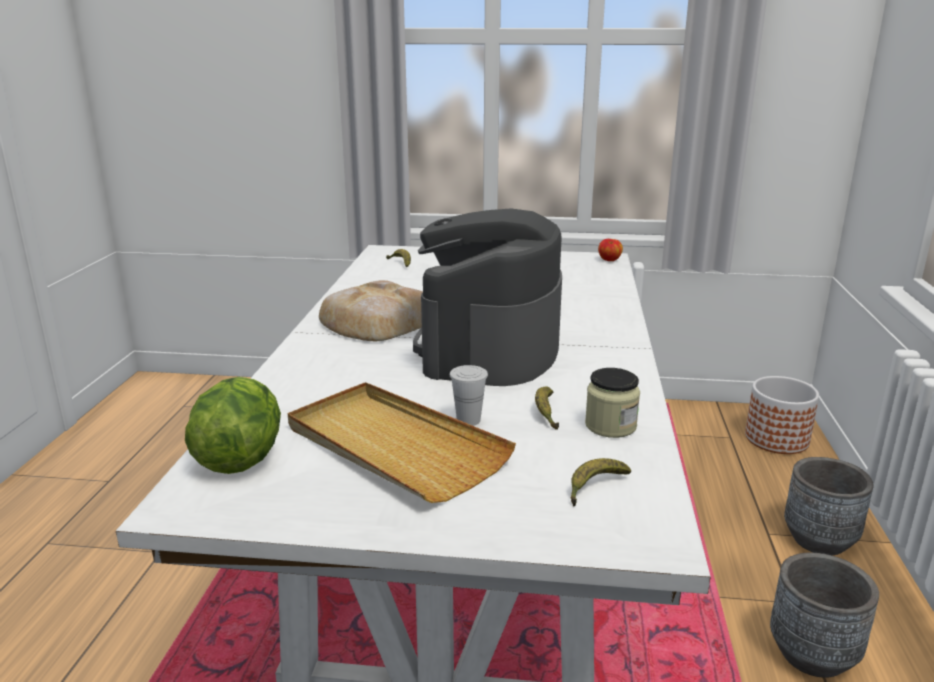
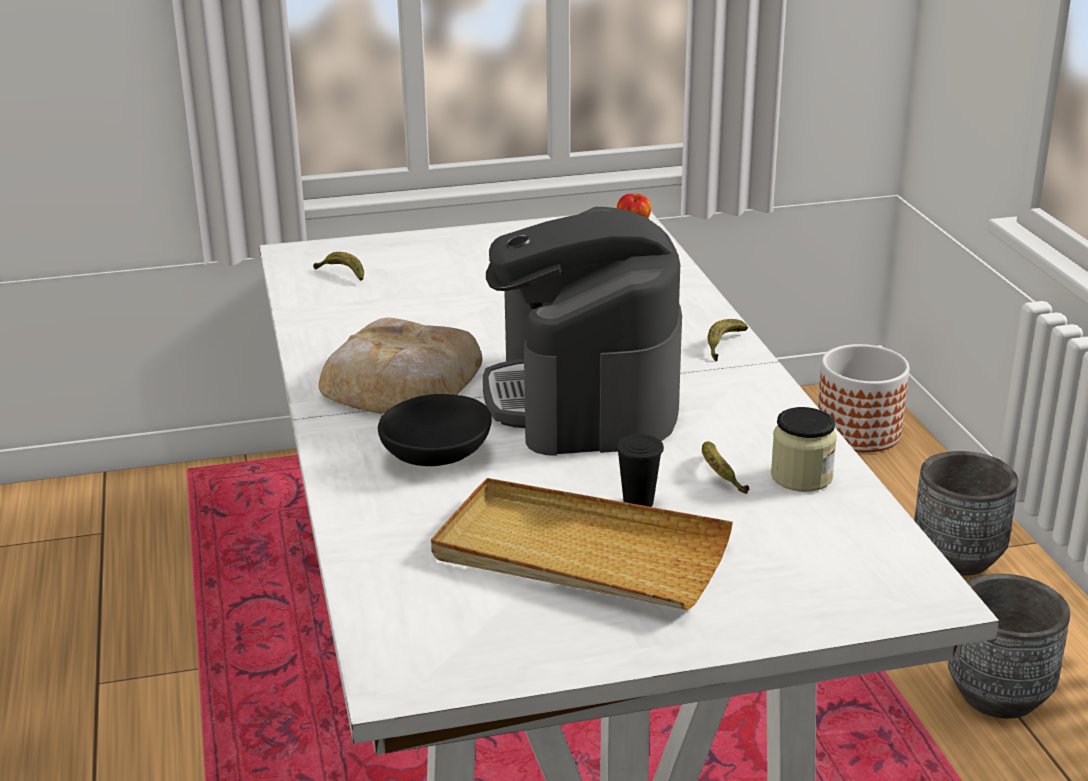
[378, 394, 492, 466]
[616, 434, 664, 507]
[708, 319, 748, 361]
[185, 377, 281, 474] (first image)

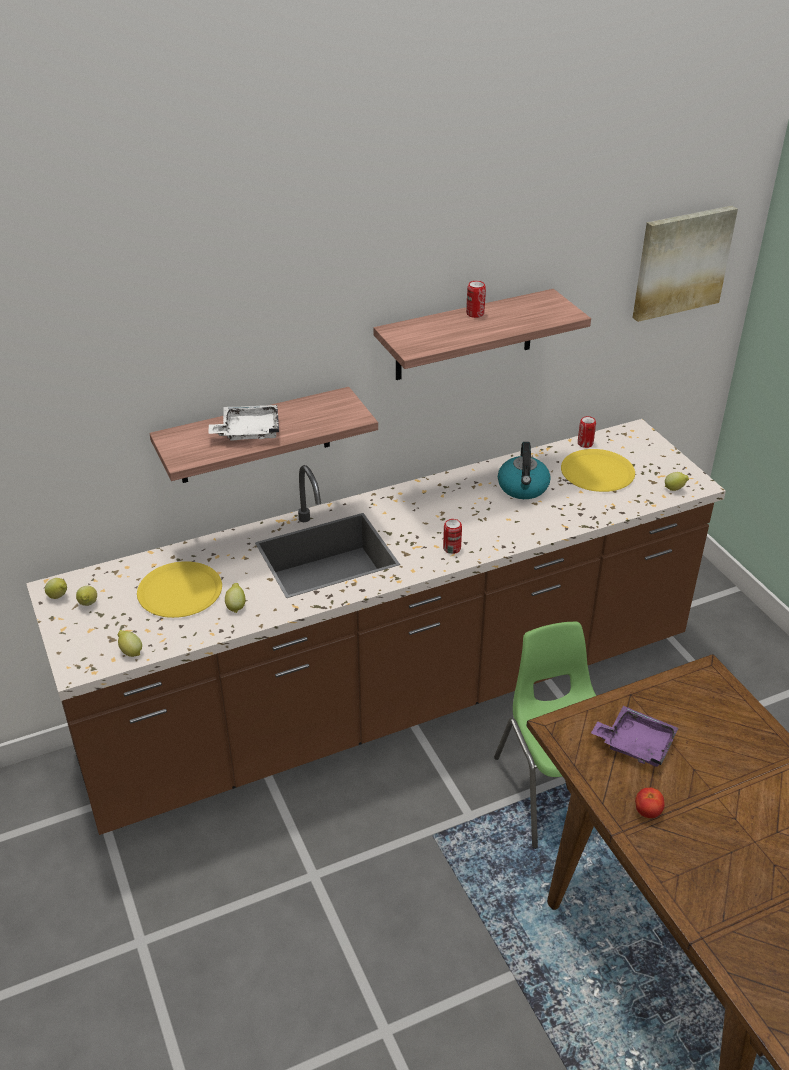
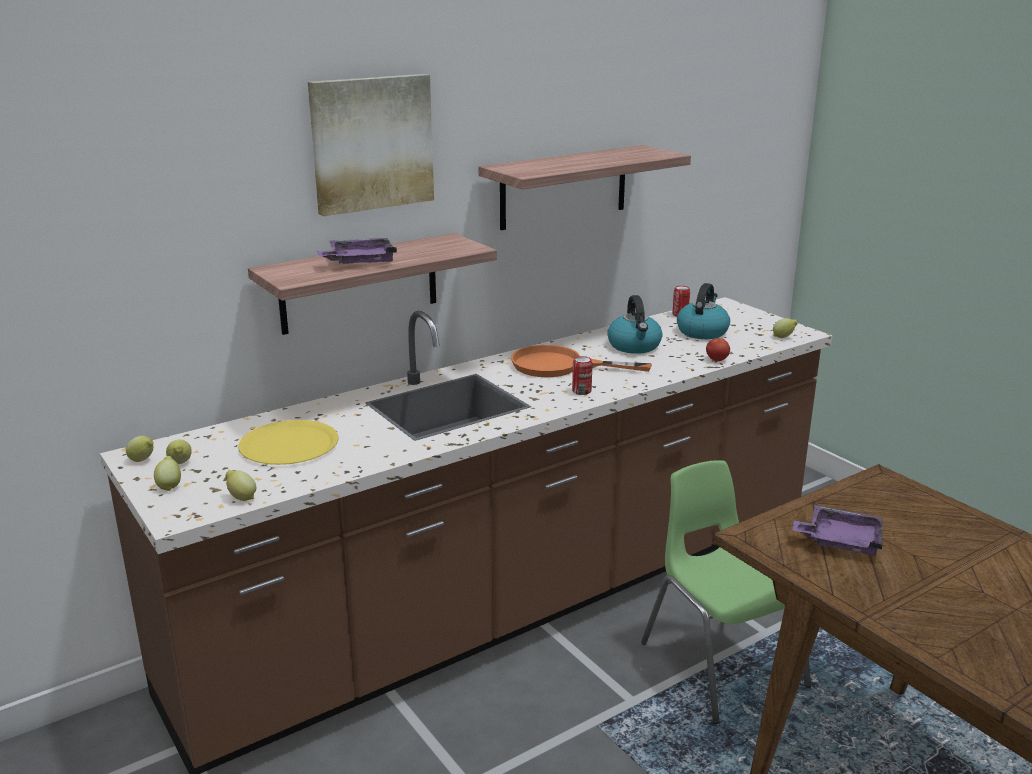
[154, 456, 181, 491]
[308, 74, 434, 216]
[317, 238, 397, 264]
[511, 345, 652, 377]
[677, 283, 730, 339]
[706, 338, 730, 361]
[466, 281, 486, 318] (first image)

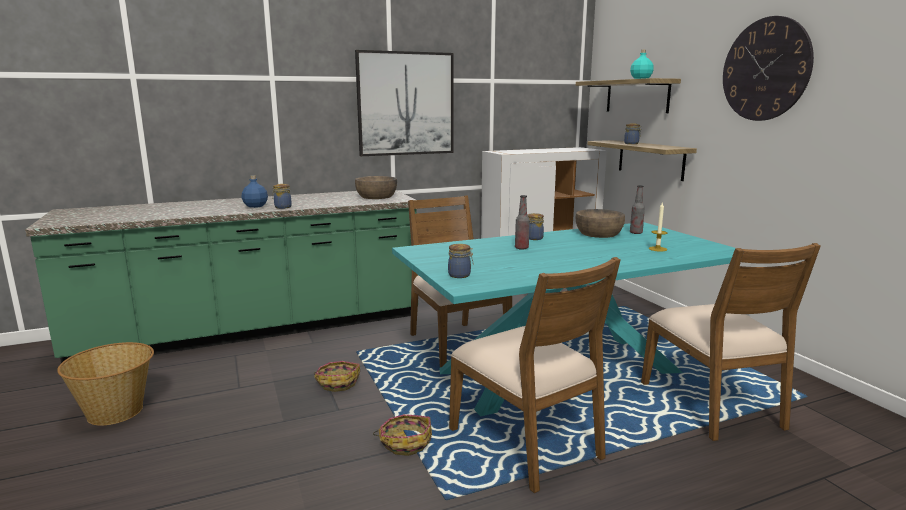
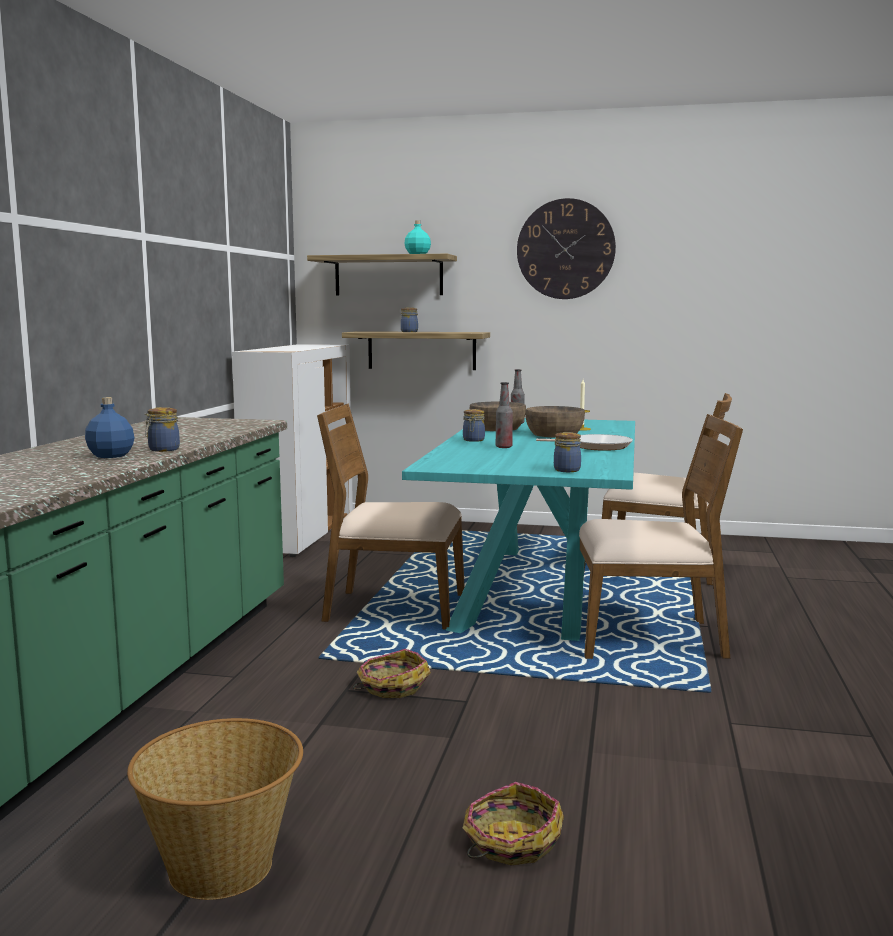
[462, 782, 564, 865]
[525, 406, 585, 438]
[536, 434, 633, 451]
[355, 50, 453, 156] (first image)

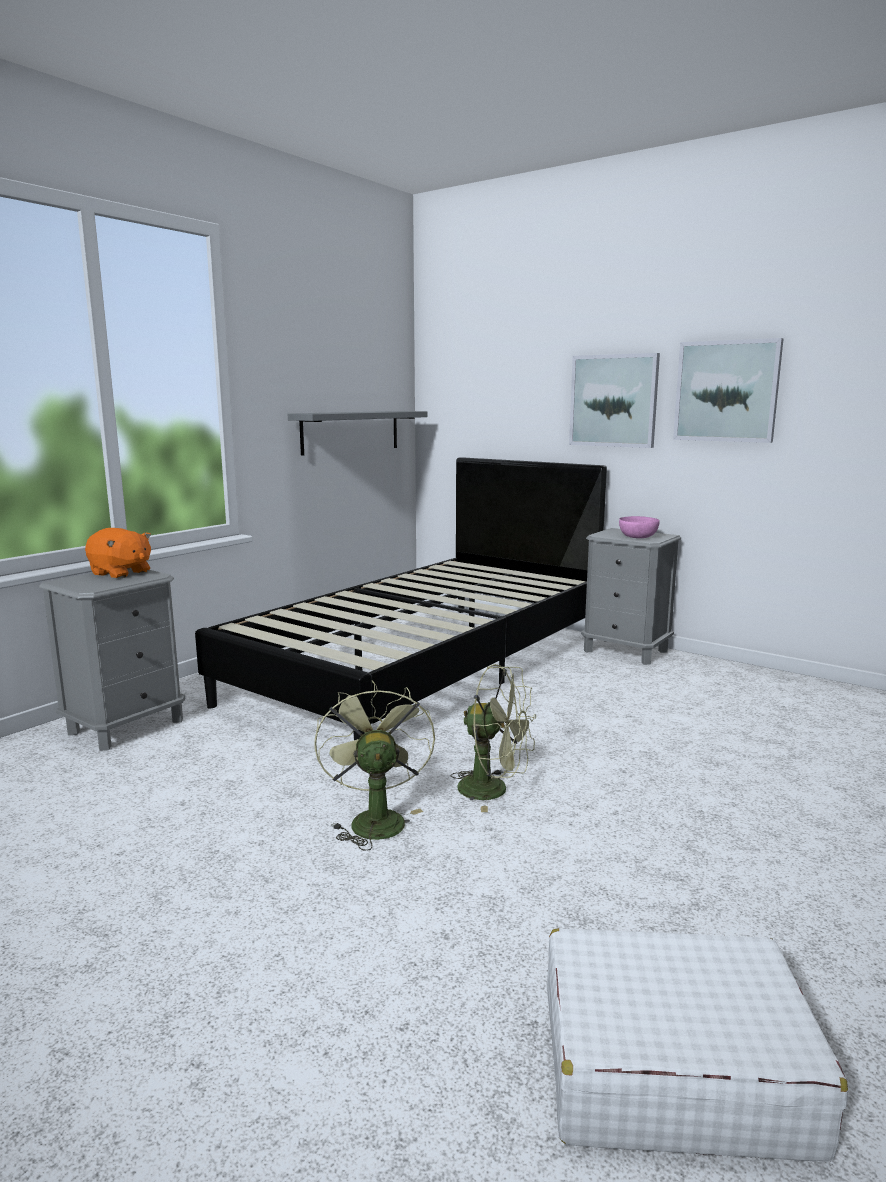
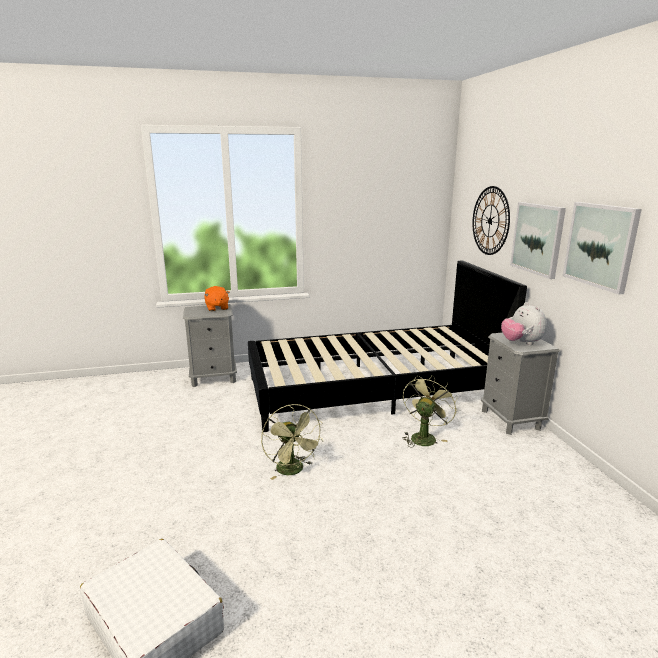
[402, 375, 458, 448]
[472, 186, 510, 255]
[501, 302, 547, 345]
[288, 411, 428, 456] (first image)

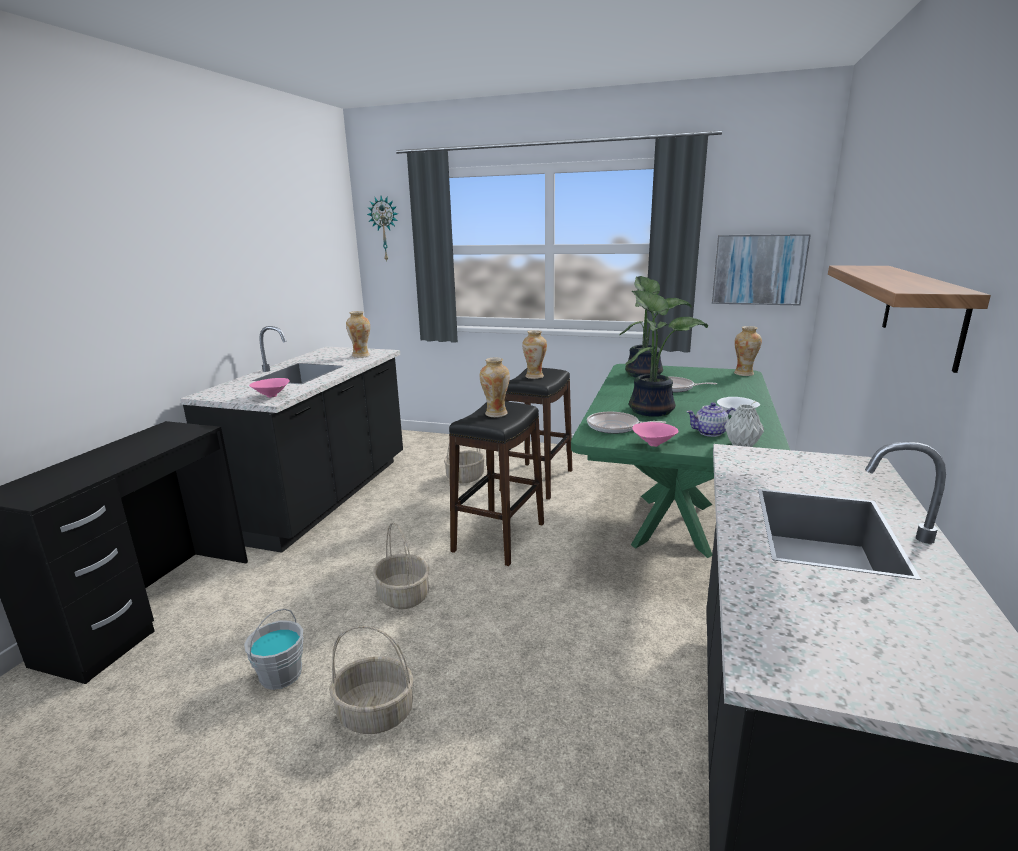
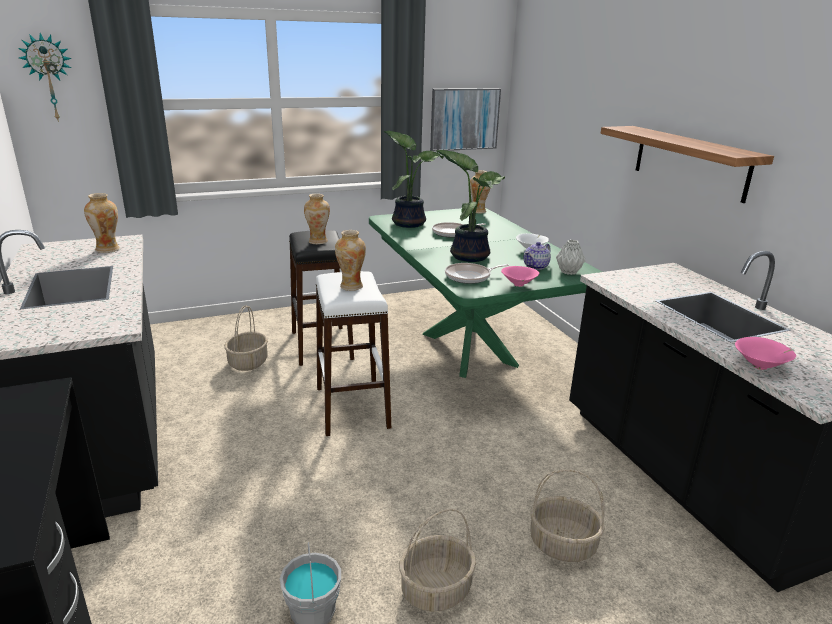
[316, 271, 391, 436]
[530, 470, 605, 562]
[735, 337, 796, 370]

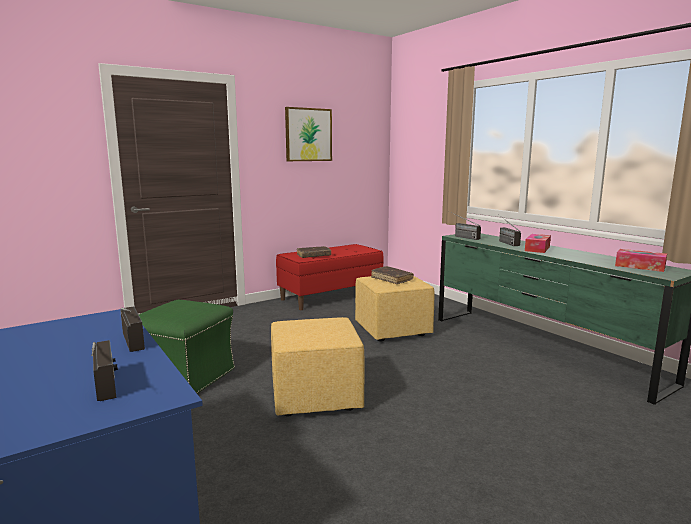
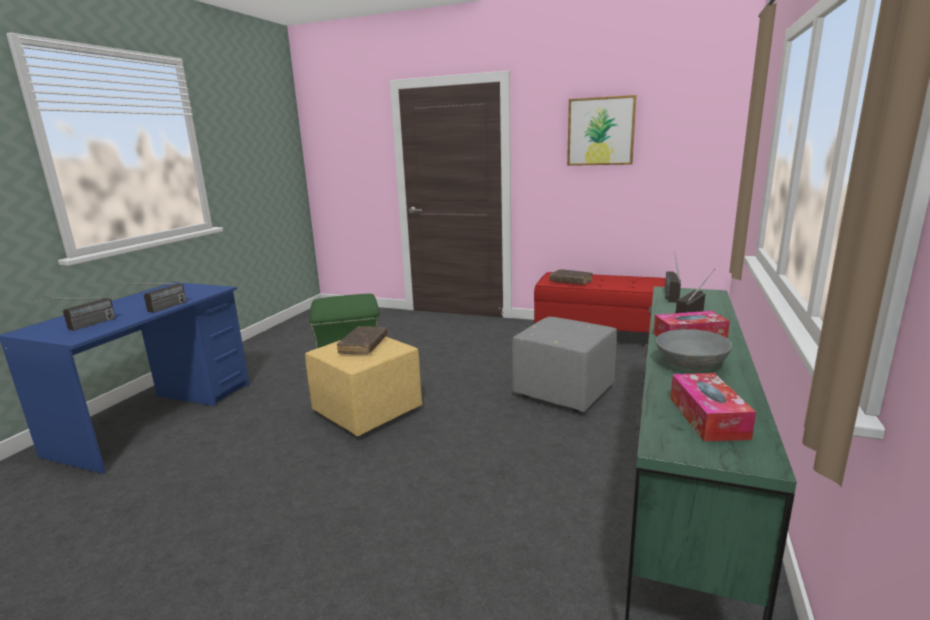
[337, 327, 387, 354]
[512, 317, 617, 412]
[656, 329, 733, 370]

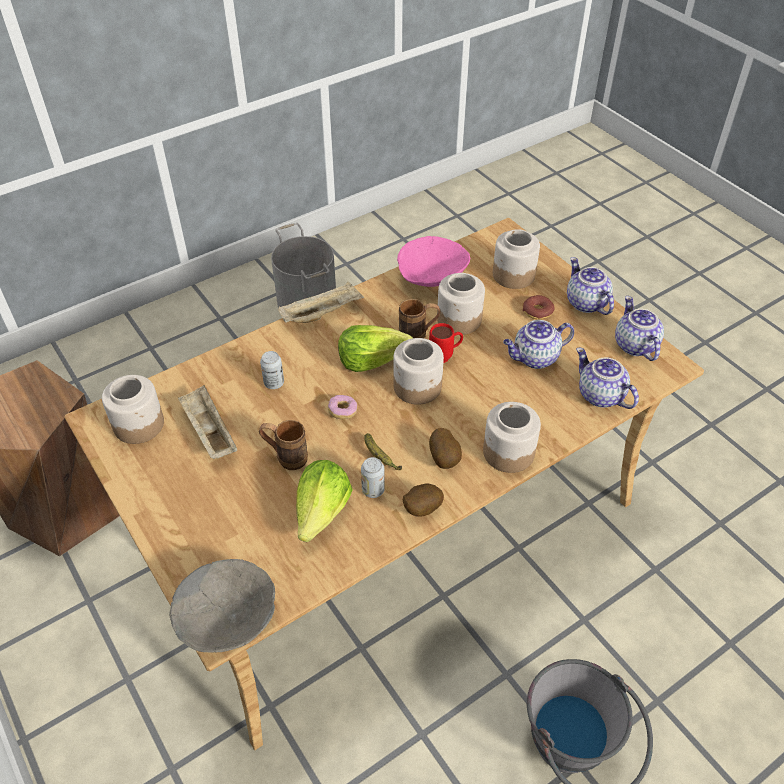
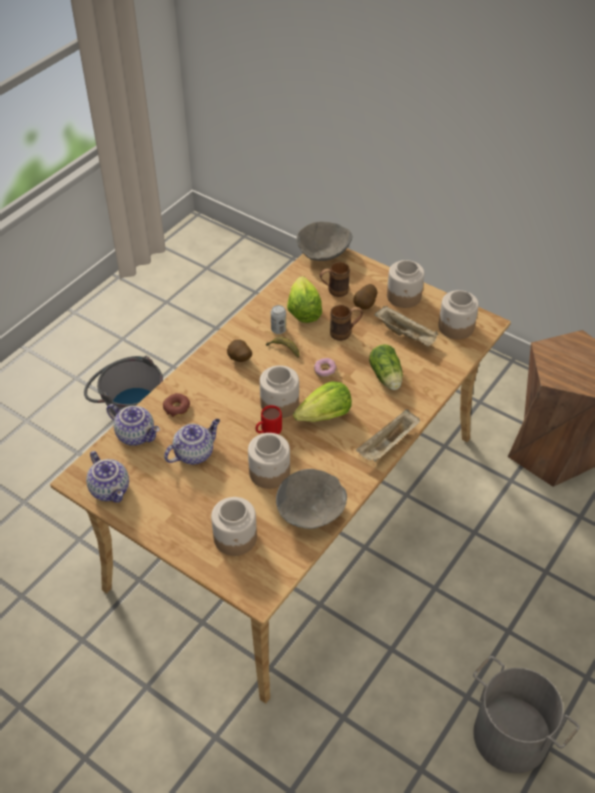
[163, 393, 190, 417]
[276, 469, 347, 529]
[320, 262, 350, 297]
[353, 284, 377, 310]
[369, 344, 403, 390]
[387, 260, 425, 308]
[567, 257, 614, 315] (first image)

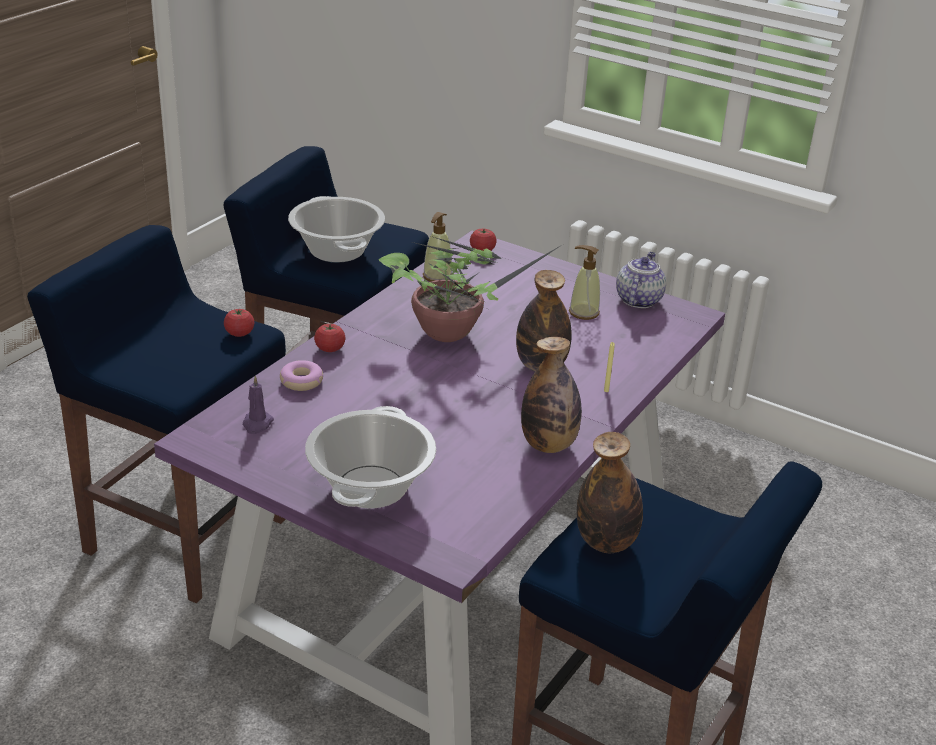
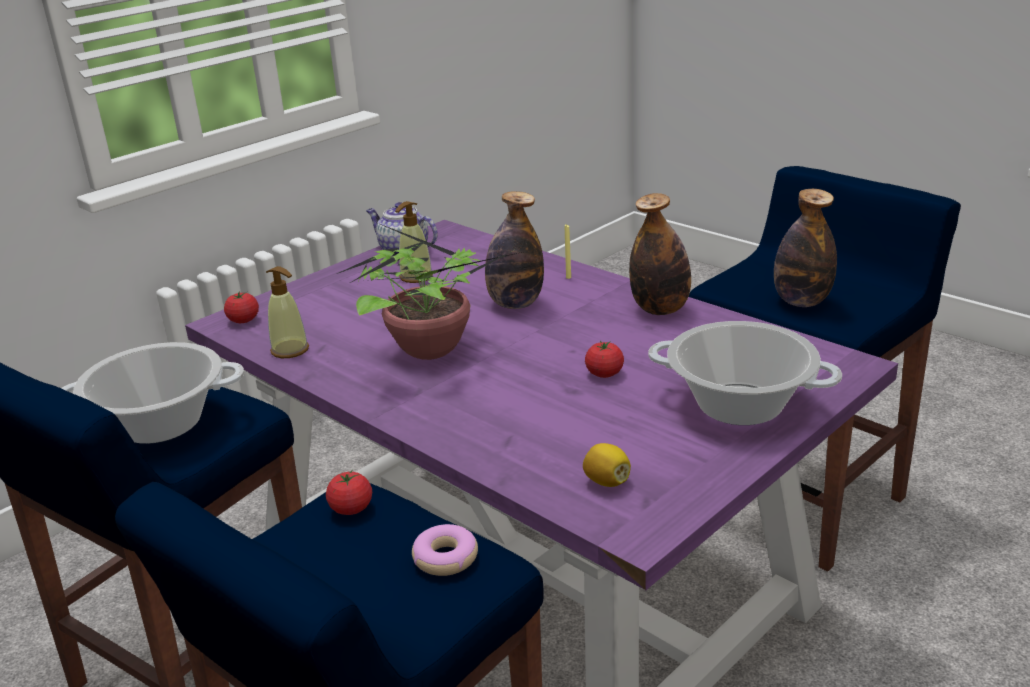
[412, 524, 478, 576]
[583, 443, 631, 487]
[585, 341, 624, 378]

